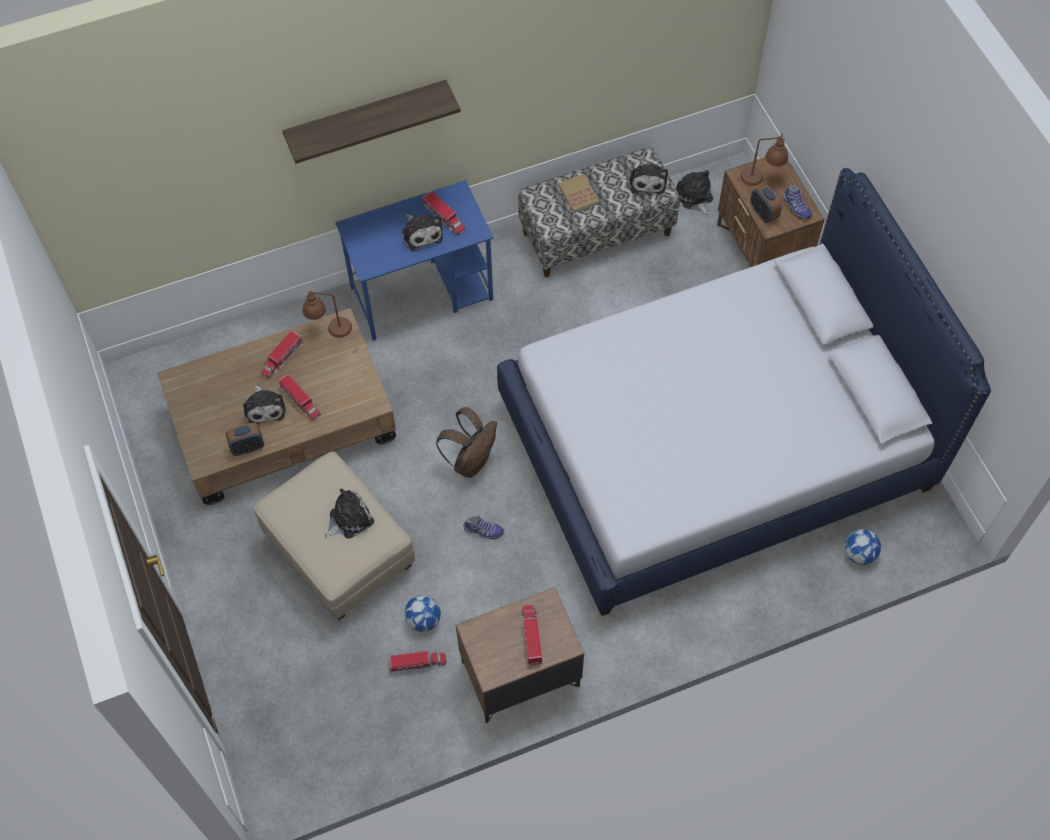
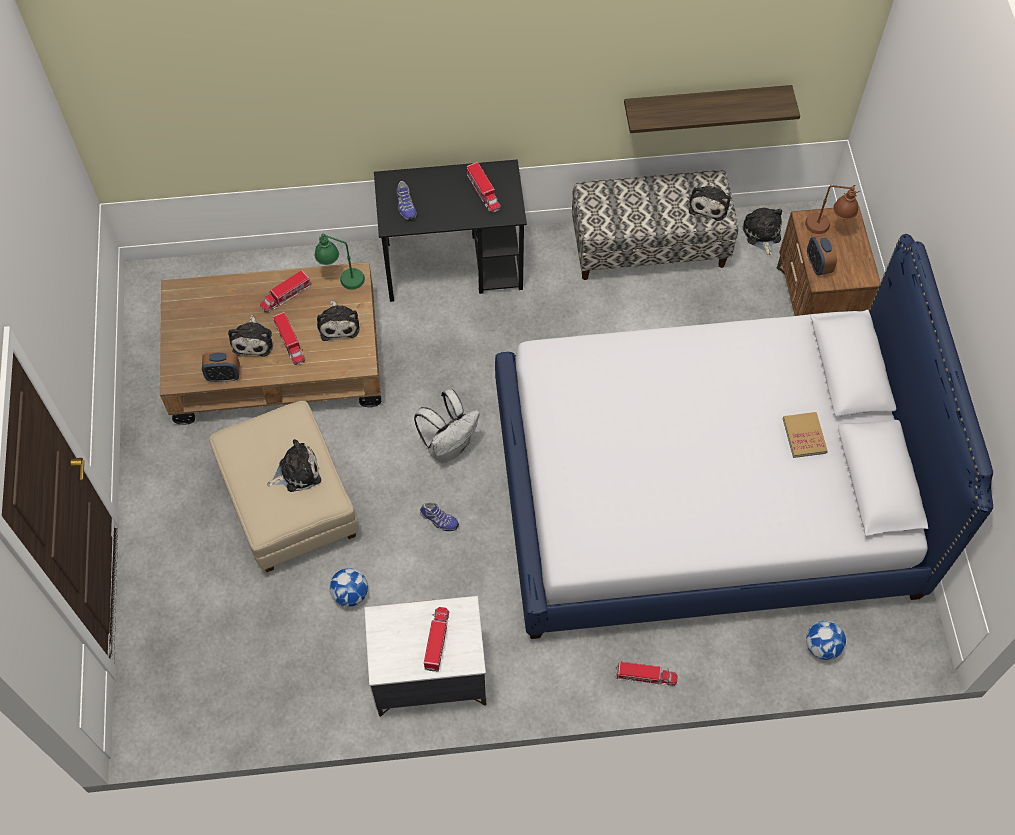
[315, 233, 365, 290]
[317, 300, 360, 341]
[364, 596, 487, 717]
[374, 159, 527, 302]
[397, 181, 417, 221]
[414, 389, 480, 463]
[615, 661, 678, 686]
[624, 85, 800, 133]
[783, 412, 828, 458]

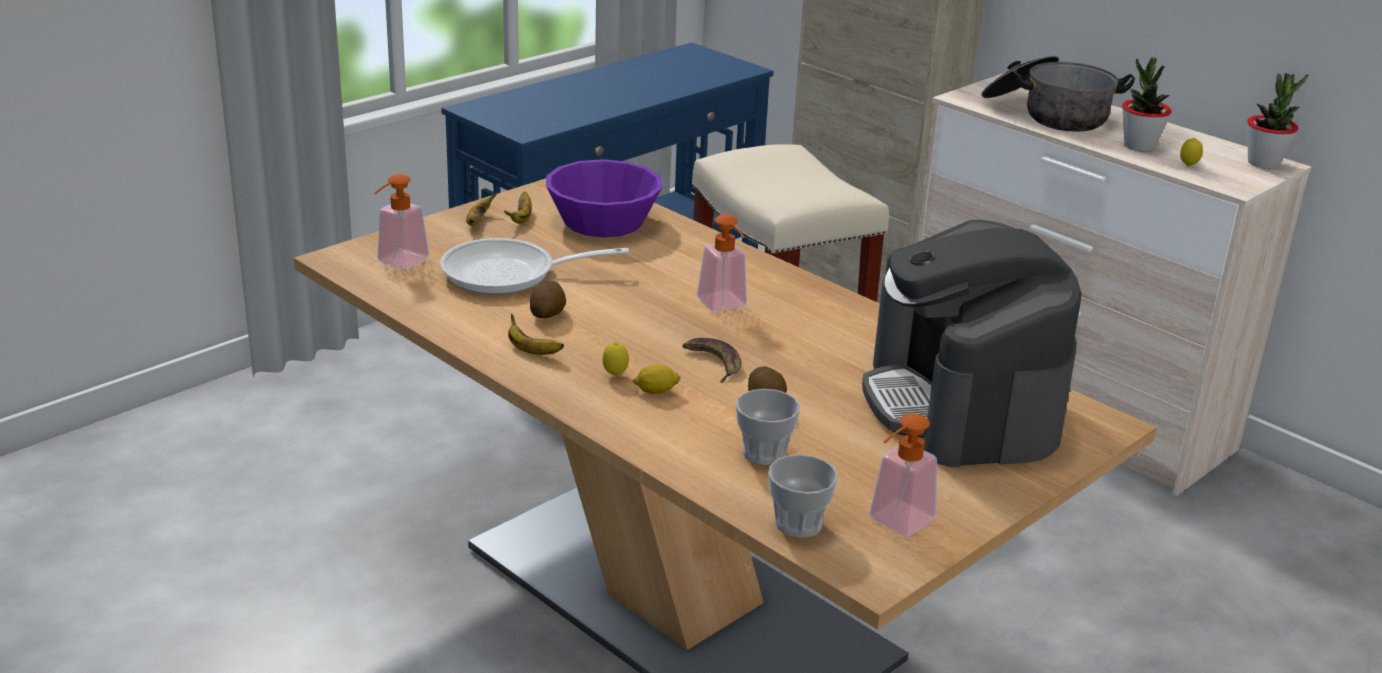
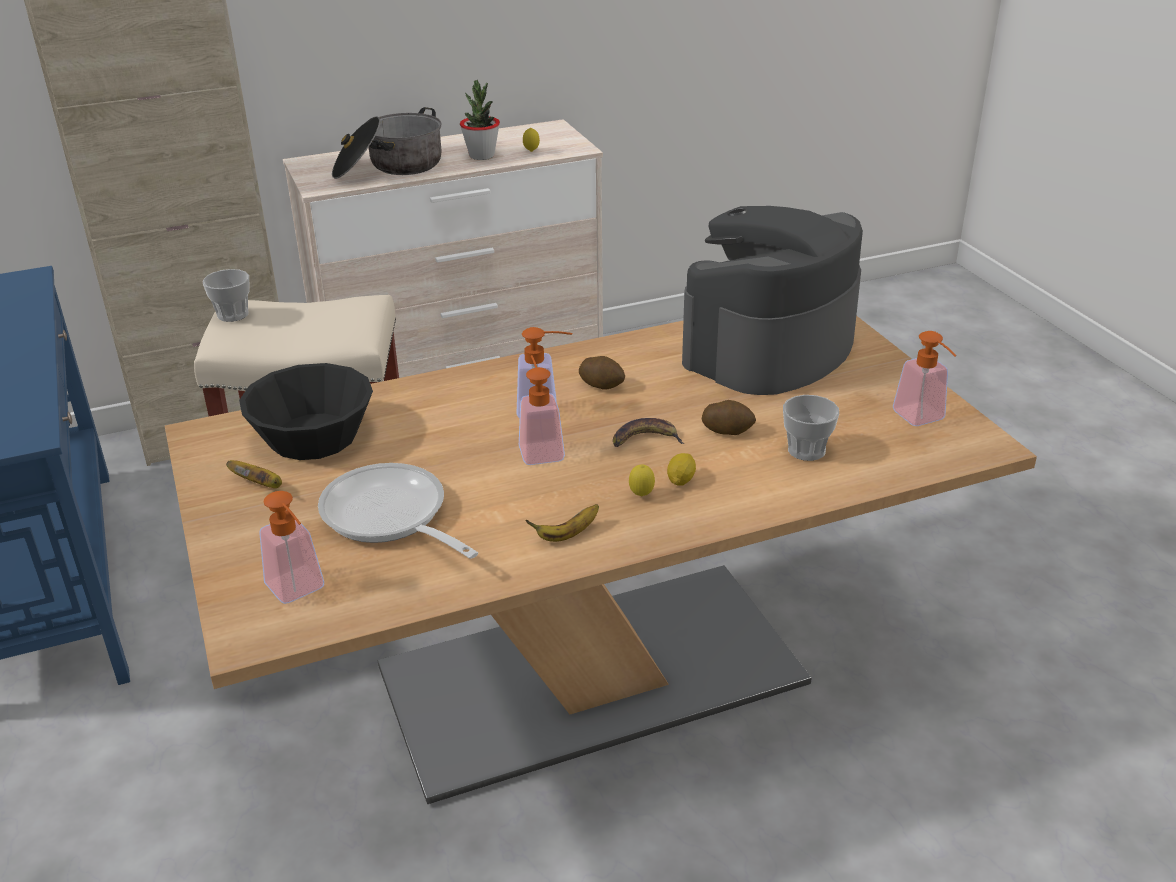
[203, 269, 250, 322]
[239, 363, 373, 460]
[318, 463, 478, 559]
[519, 355, 565, 465]
[579, 356, 625, 390]
[682, 206, 863, 395]
[466, 192, 497, 226] (first image)
[1247, 73, 1308, 169] (first image)

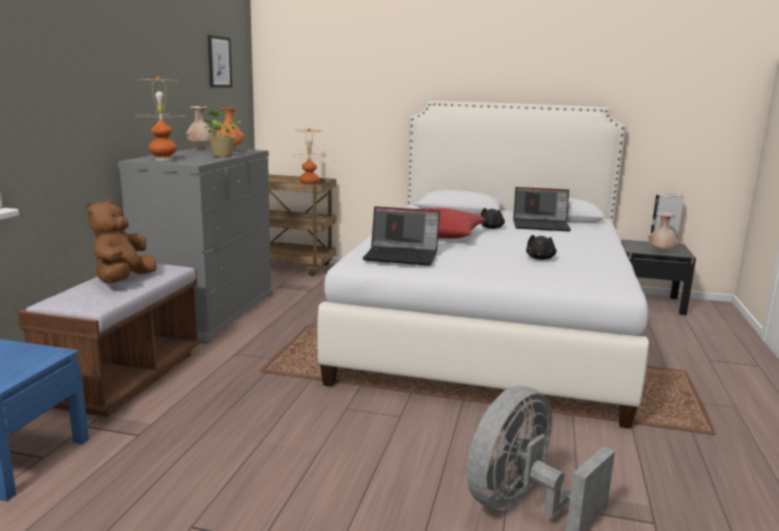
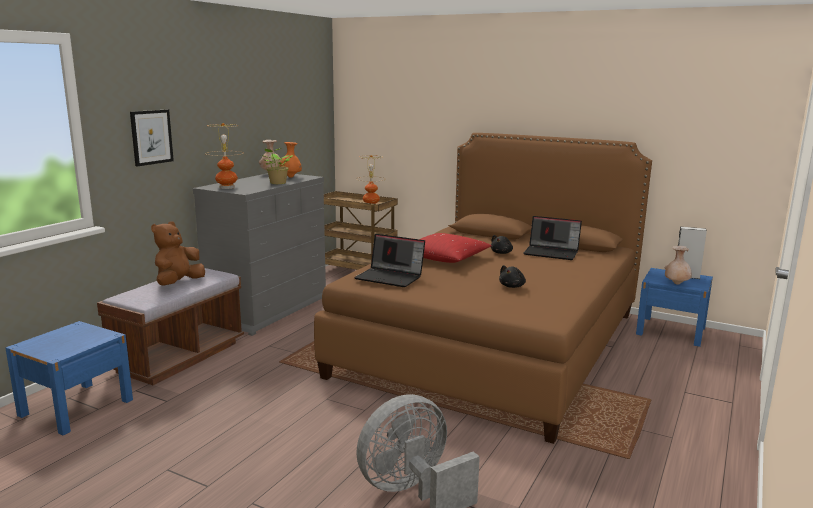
[130, 109, 174, 166]
[314, 133, 652, 444]
[636, 268, 713, 347]

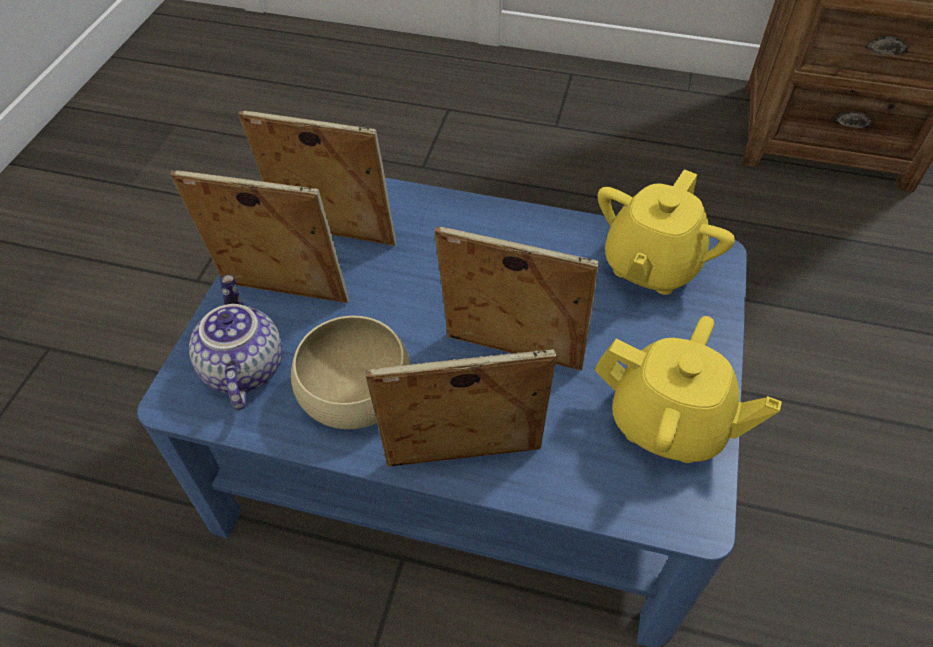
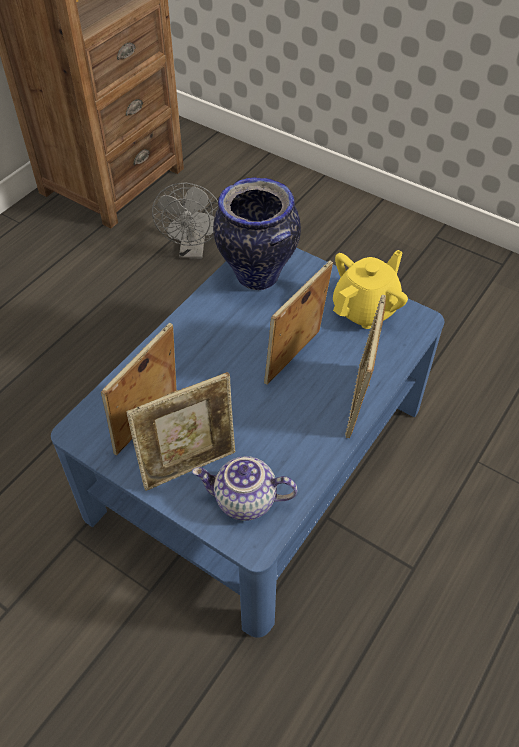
[126, 372, 235, 491]
[152, 183, 218, 259]
[213, 178, 301, 290]
[291, 316, 411, 429] (first image)

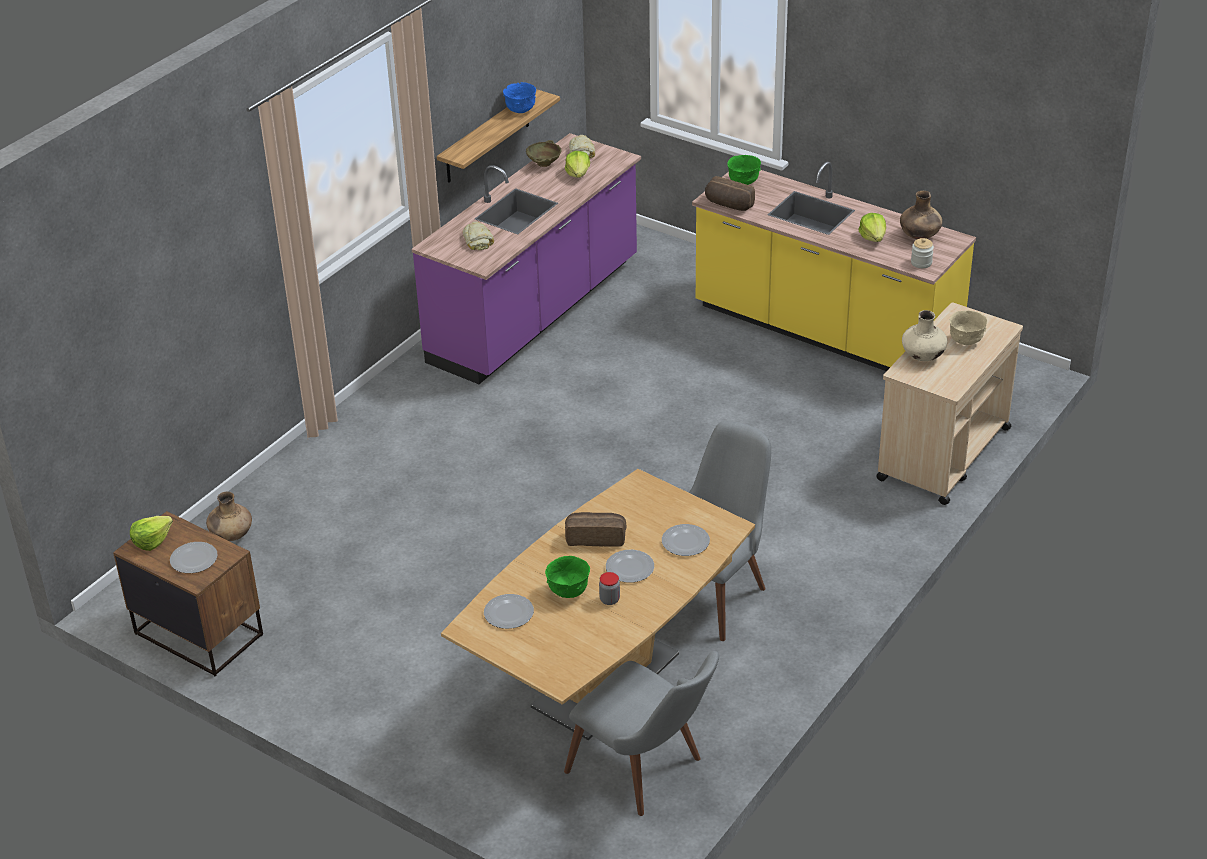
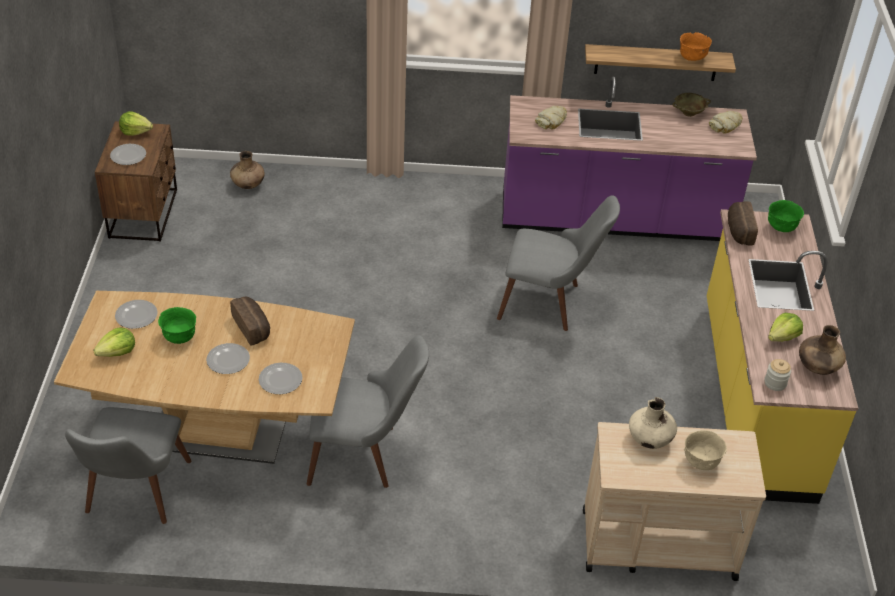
[93, 327, 135, 357]
[497, 195, 620, 331]
[680, 32, 712, 61]
[599, 572, 620, 605] (first image)

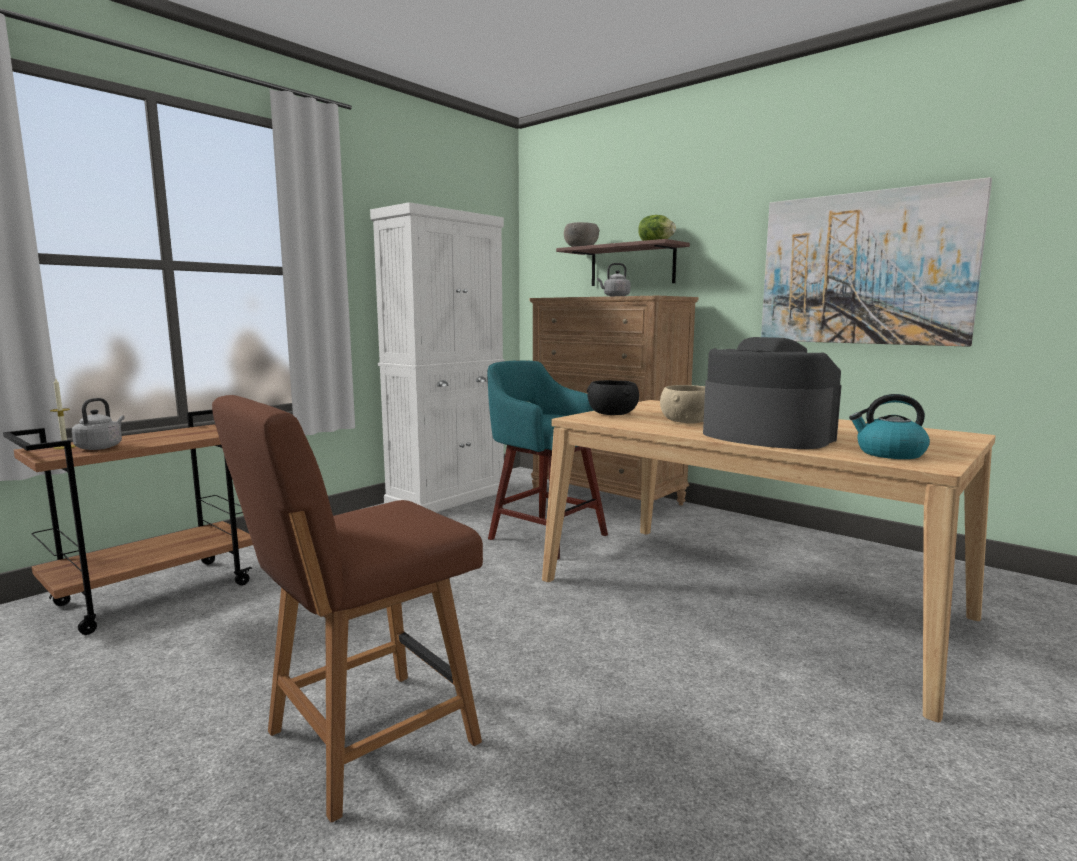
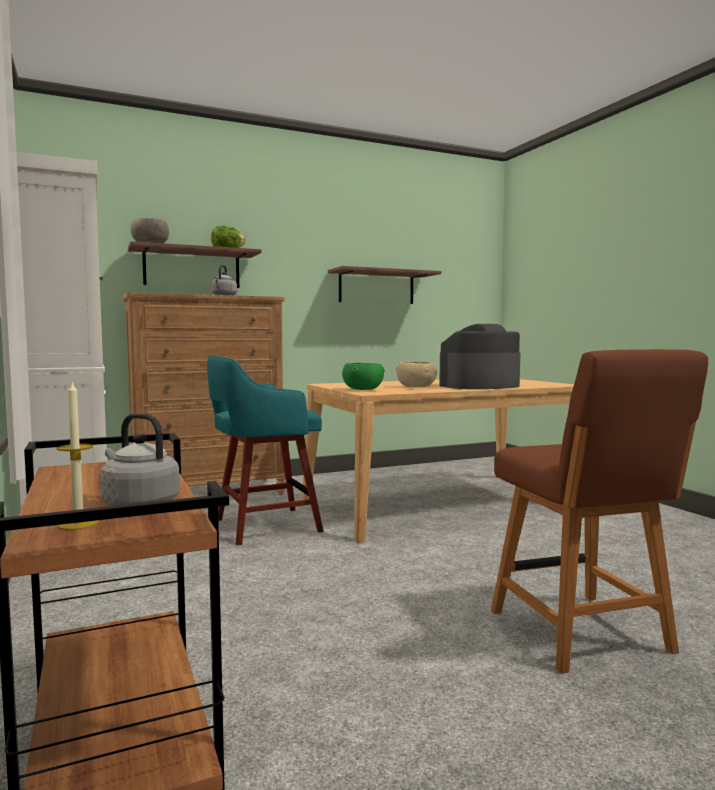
[328, 266, 441, 304]
[342, 363, 385, 390]
[849, 394, 930, 459] (first image)

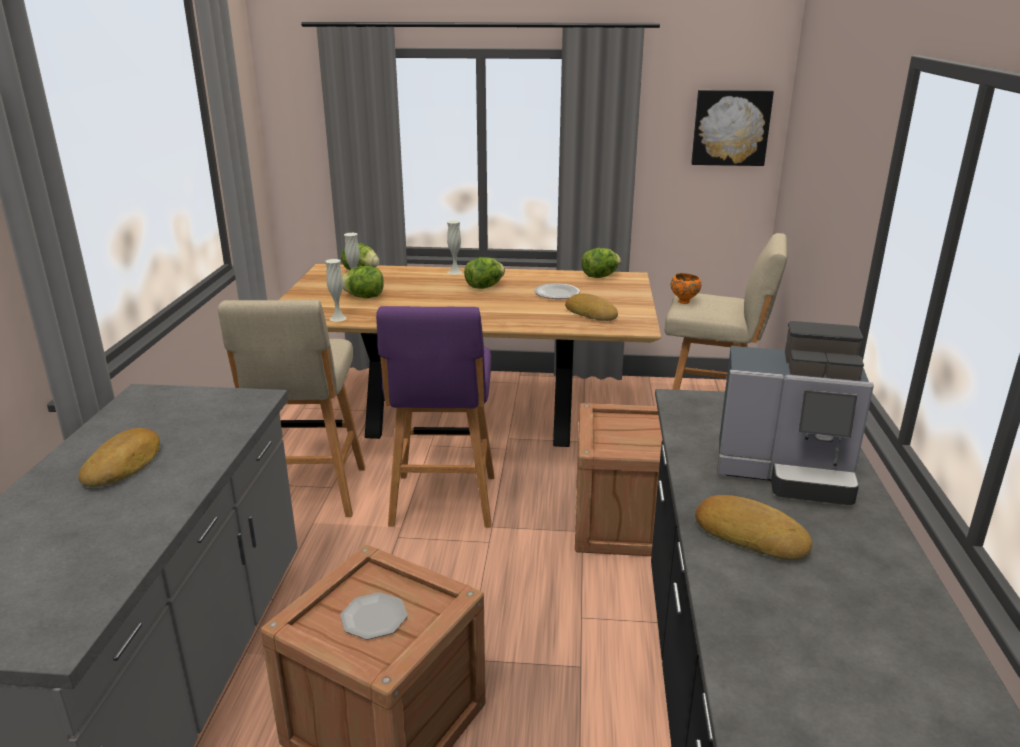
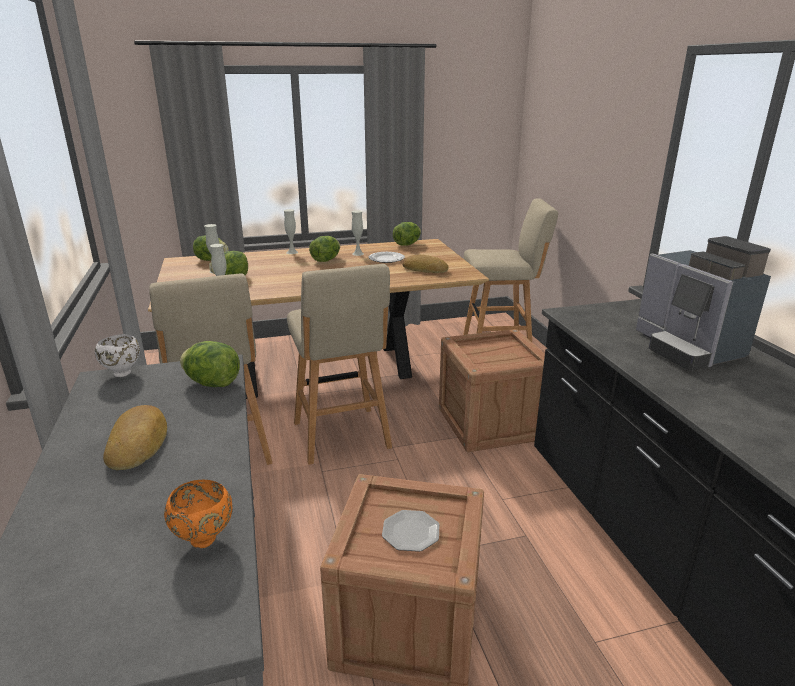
[95, 334, 140, 377]
[164, 480, 233, 548]
[180, 341, 240, 387]
[287, 264, 392, 465]
[352, 210, 364, 256]
[636, 236, 771, 370]
[691, 90, 774, 166] (first image)
[695, 495, 812, 560] (first image)

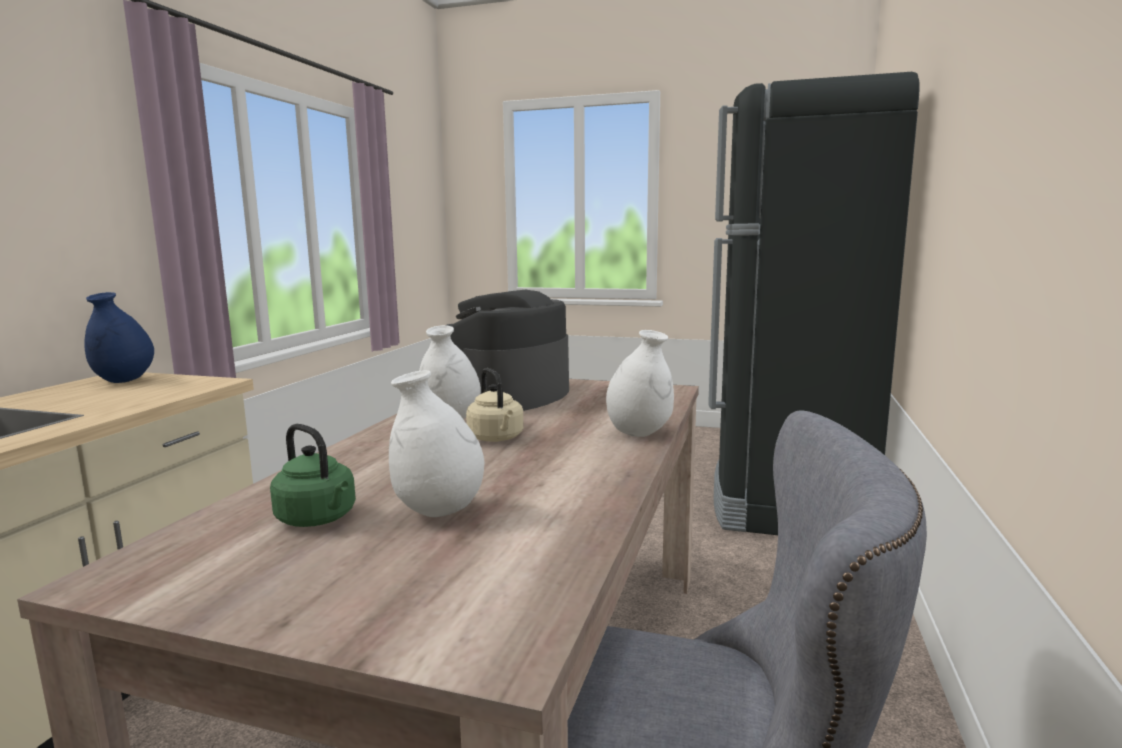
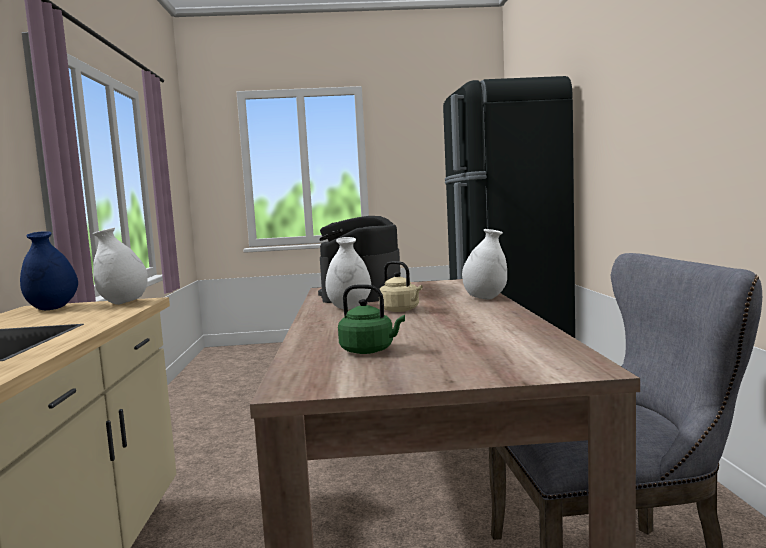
[93, 227, 148, 305]

